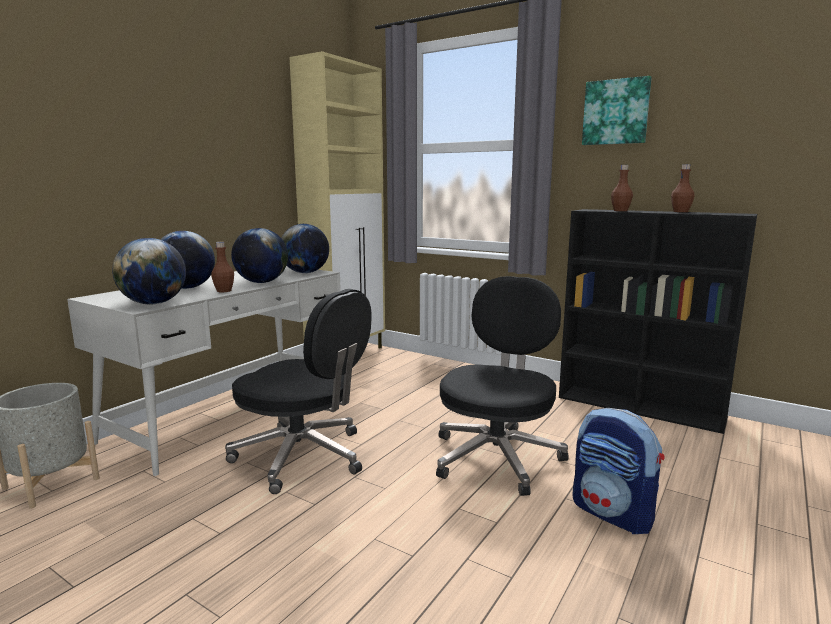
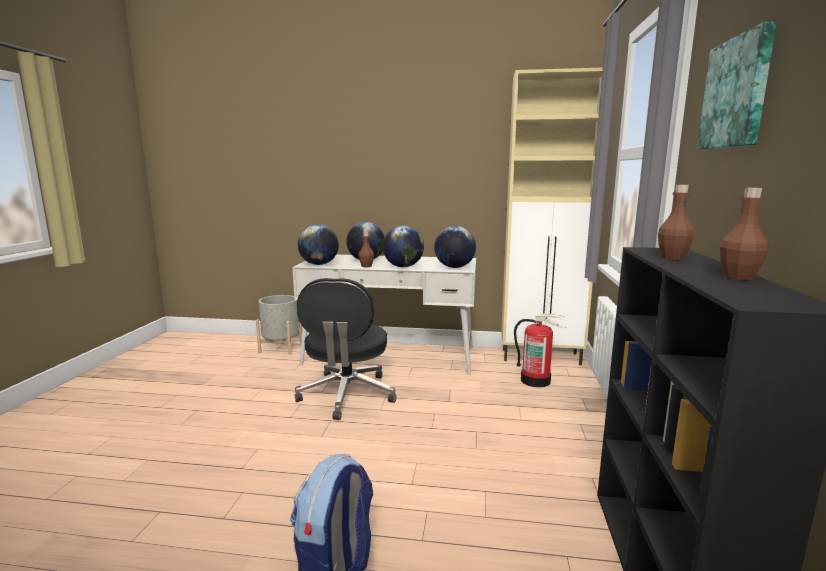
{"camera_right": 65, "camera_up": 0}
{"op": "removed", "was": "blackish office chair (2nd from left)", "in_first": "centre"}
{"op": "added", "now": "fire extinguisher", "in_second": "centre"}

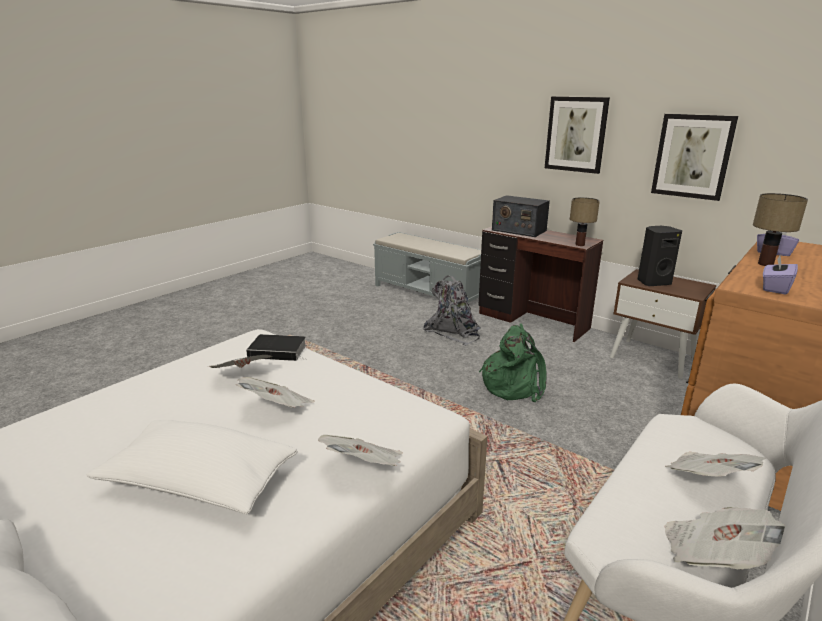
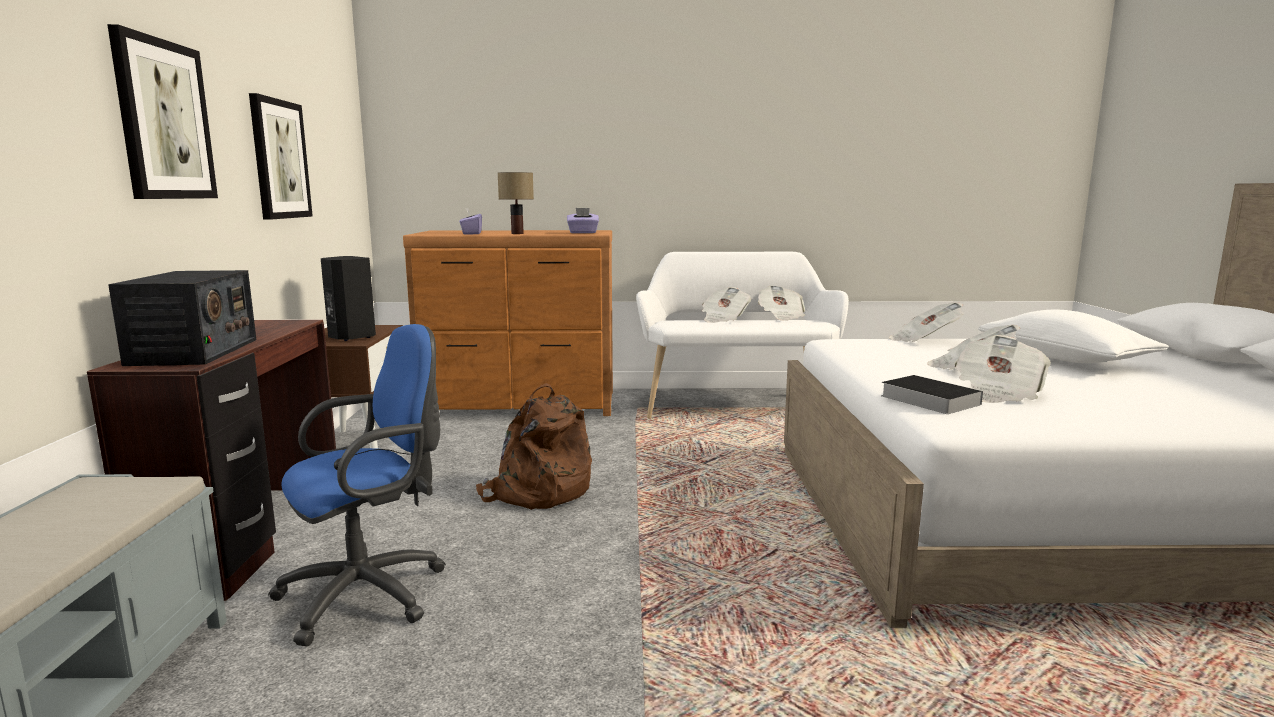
{"camera_right": -130, "camera_up": -10}
{"op": "removed", "was": "table lamp (1st from left)", "in_first": "middle right"}
{"op": "replaced", "was": "grey rucksack", "now": "blue office chair", "in_first": "centre", "in_second": "bottom left"}
{"op": "recoloured", "was": "green rucksack", "now": "brown-coloured rucksack", "in_first": "centre", "in_second": "centre"}

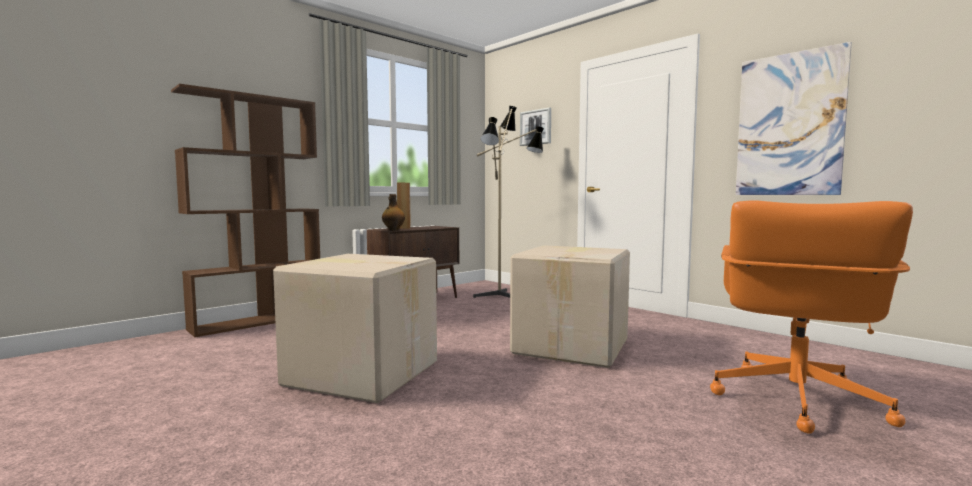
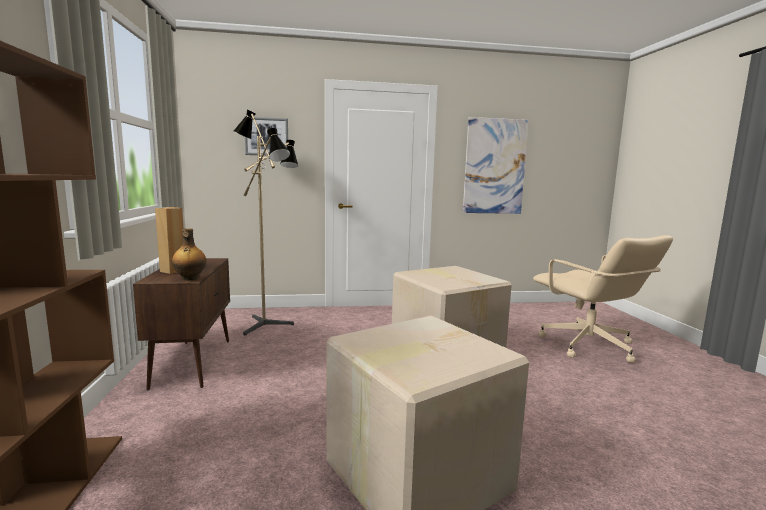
{"camera_right": -55, "camera_up": 5}
{"op": "recoloured", "was": "orange office chair", "now": "sand-coloured office chair", "in_first": "middle right", "in_second": "middle right"}

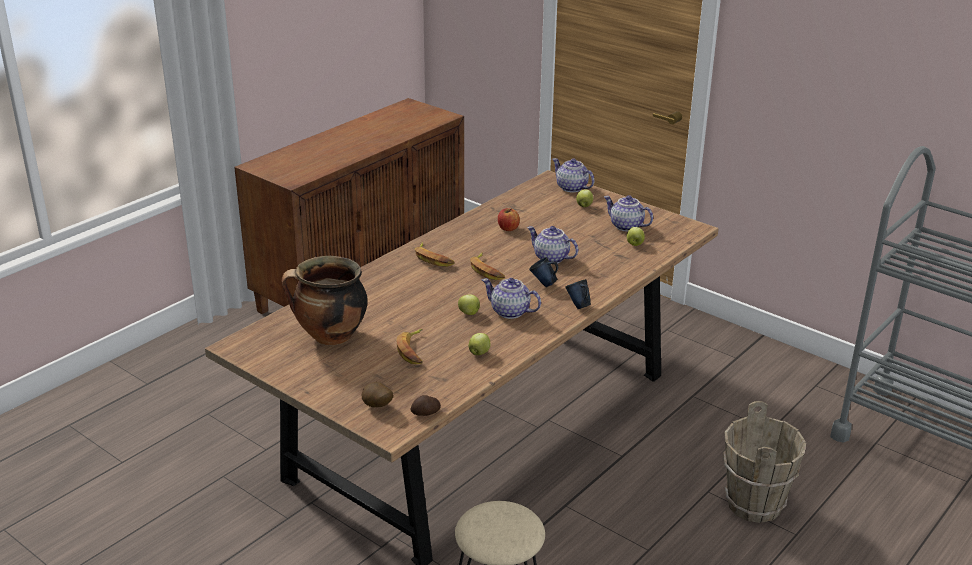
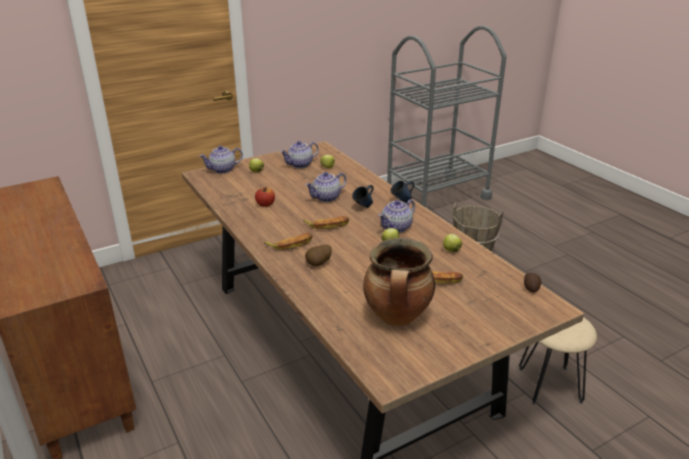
{"camera_right": -70, "camera_up": 0}
{"op": "moved", "was": "potato (1st from left)", "in_first": "bottom centre", "in_second": "centre"}

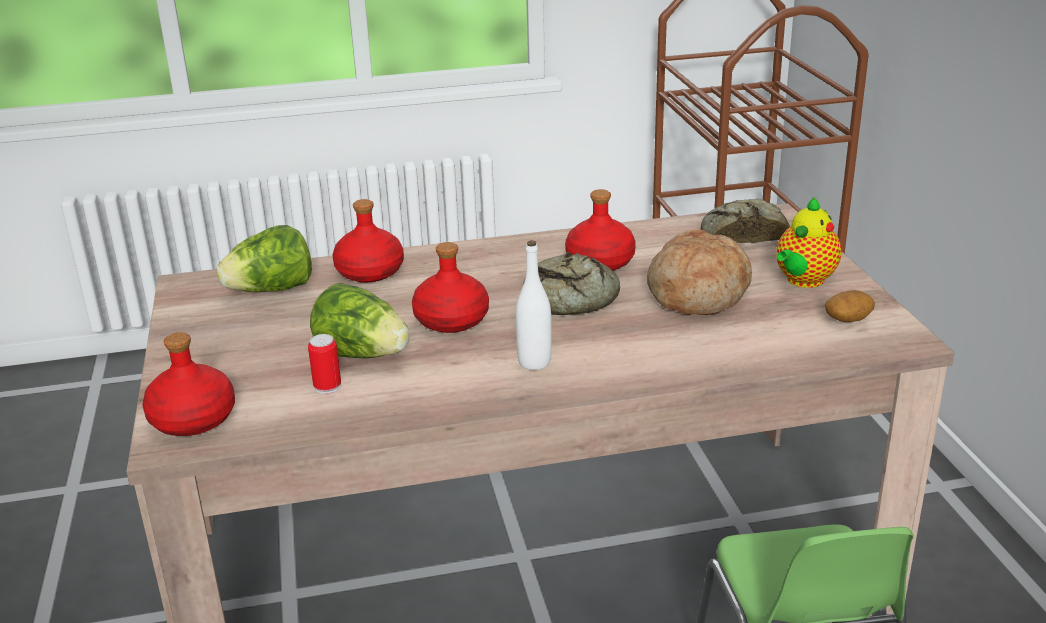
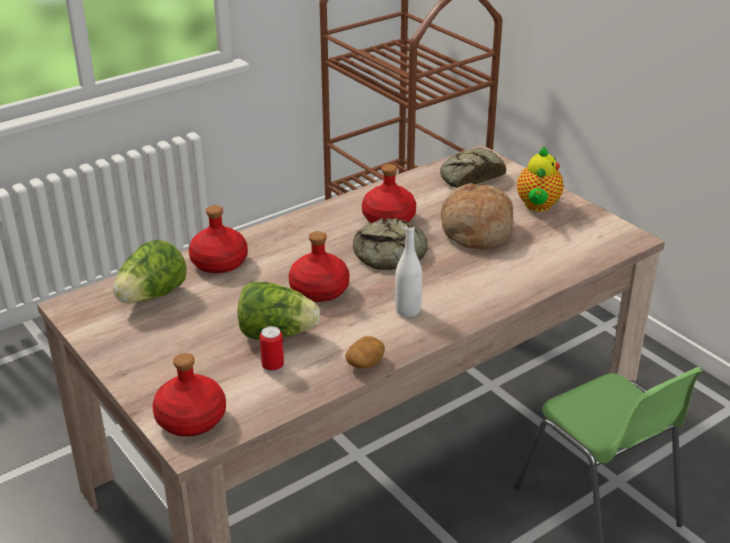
{"camera_right": -25, "camera_up": 5}
{"op": "moved", "was": "potato", "in_first": "middle right", "in_second": "centre"}

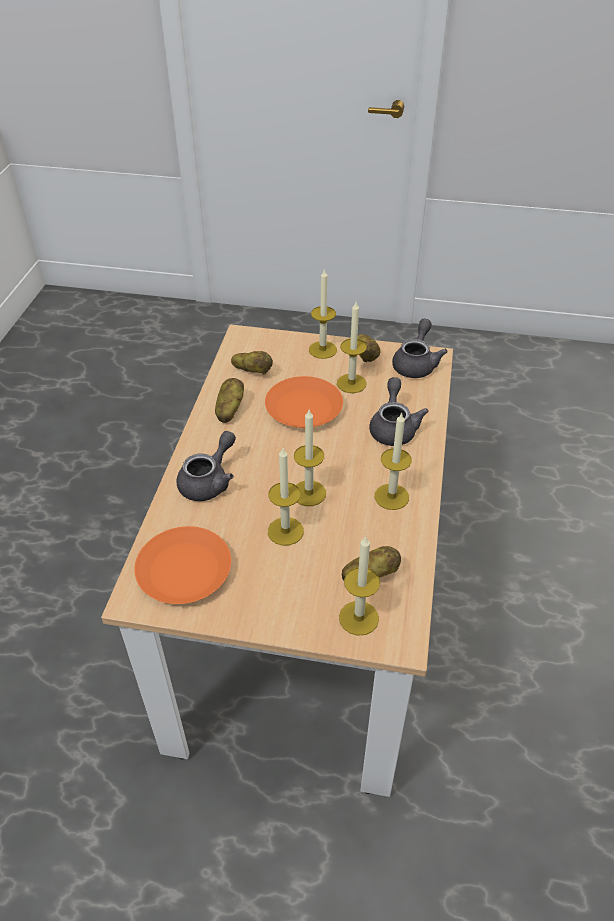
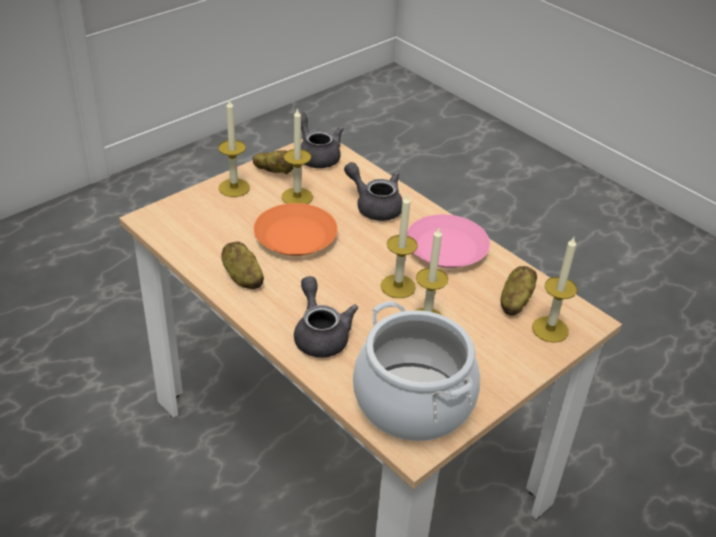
{"camera_right": -55, "camera_up": -5}
{"op": "removed", "was": "potato (2nd from left)", "in_first": "centre"}
{"op": "replaced", "was": "orange dinner plate (1st from left)", "now": "cooking pot", "in_first": "middle left", "in_second": "bottom centre"}
{"op": "replaced", "was": "wax candle (6th from left)", "now": "pink-coloured dinner plate", "in_first": "centre", "in_second": "centre"}

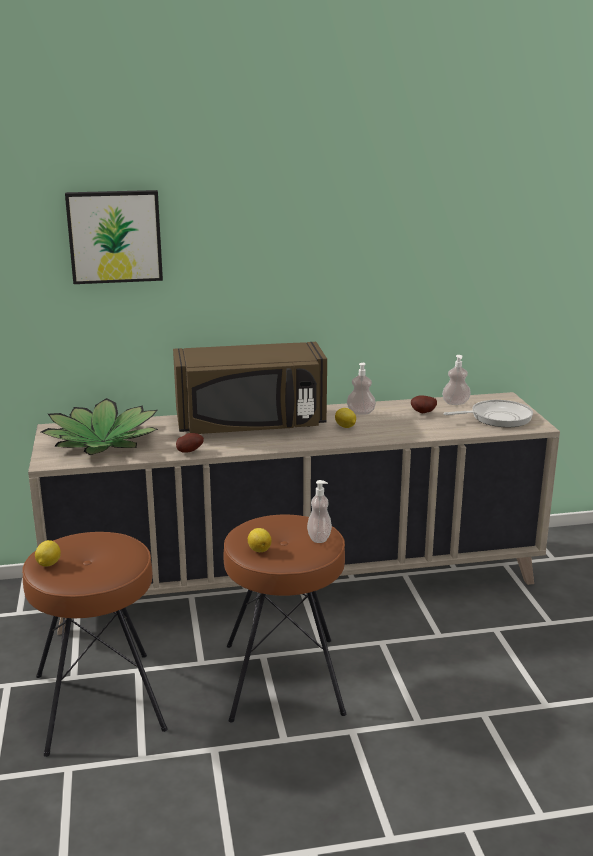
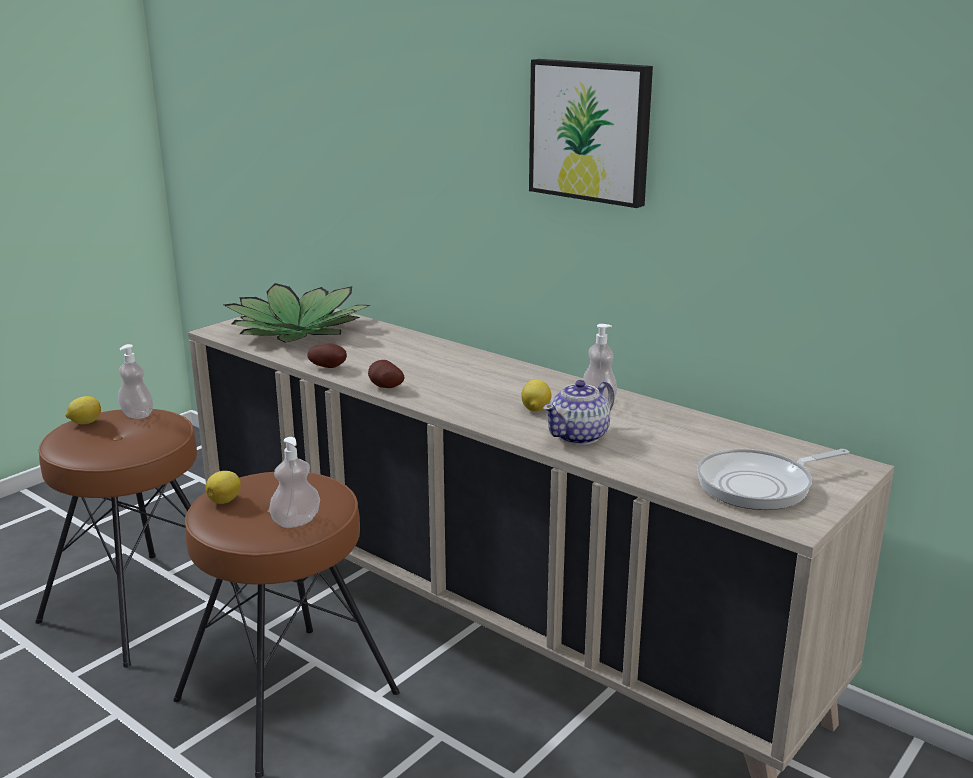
{"camera_right": 50, "camera_up": 0}
{"op": "removed", "was": "brown-coloured microwave oven", "in_first": "centre"}
{"op": "added", "now": "pot for tea", "in_second": "centre"}
{"op": "moved", "was": "wall art", "in_first": "top left", "in_second": "top centre"}
{"op": "moved", "was": "potato (2nd from left)", "in_first": "middle right", "in_second": "centre"}
{"op": "moved", "was": "soap bottle (3rd from left in the first image)", "now": "soap bottle (1st from left)", "in_first": "middle right", "in_second": "middle left"}
{"op": "turned", "was": "frying pan", "in_first": "middle right", "in_second": "middle right", "clockwise": 120}

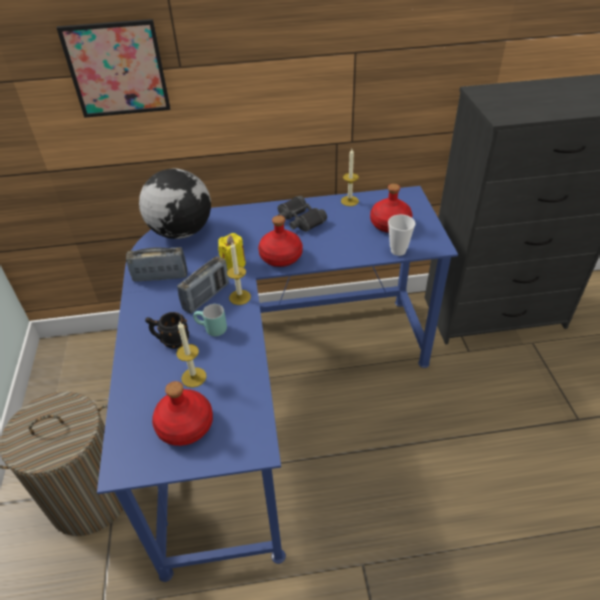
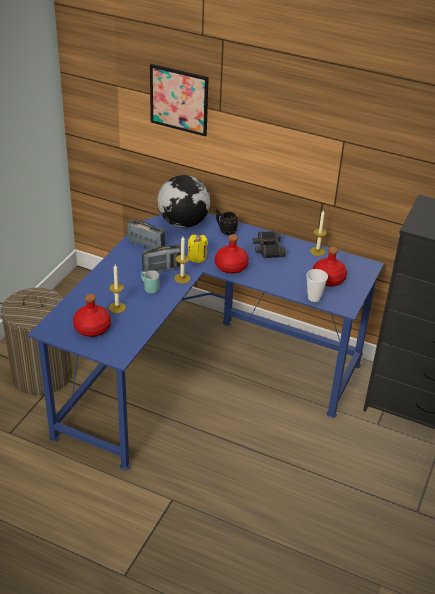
{"camera_right": 30, "camera_up": -5}
{"op": "moved", "was": "blackish coffee mug", "in_first": "middle left", "in_second": "centre"}

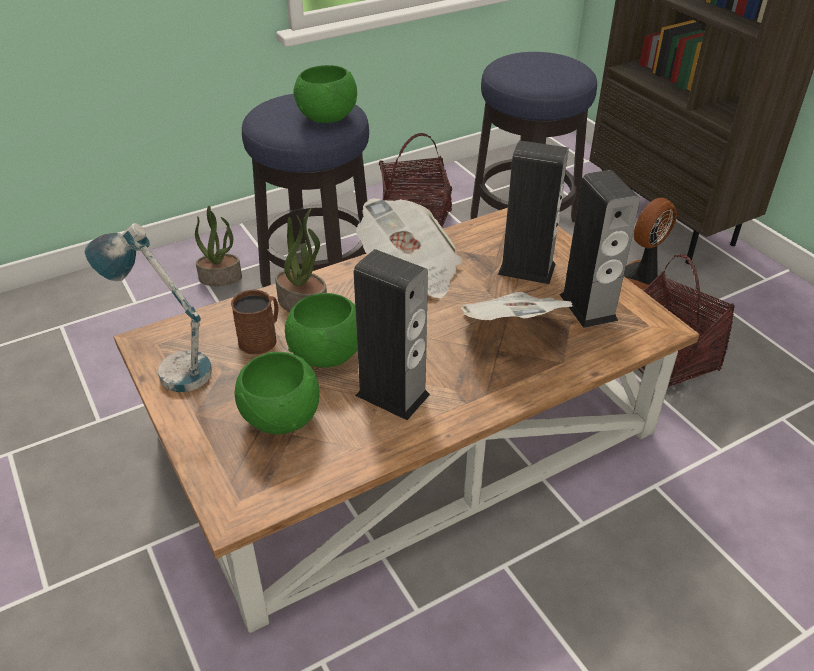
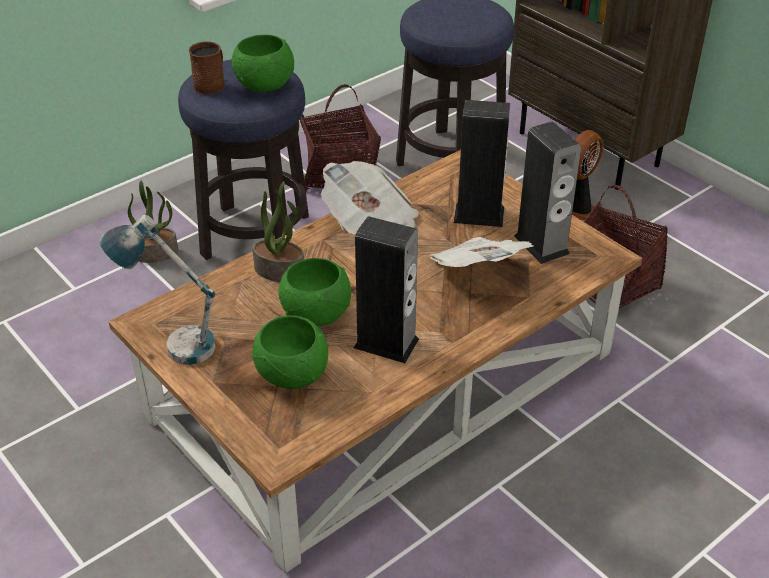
{"camera_right": -10, "camera_up": 0}
{"op": "moved", "was": "brown-coloured coffee mug", "in_first": "middle left", "in_second": "top left"}

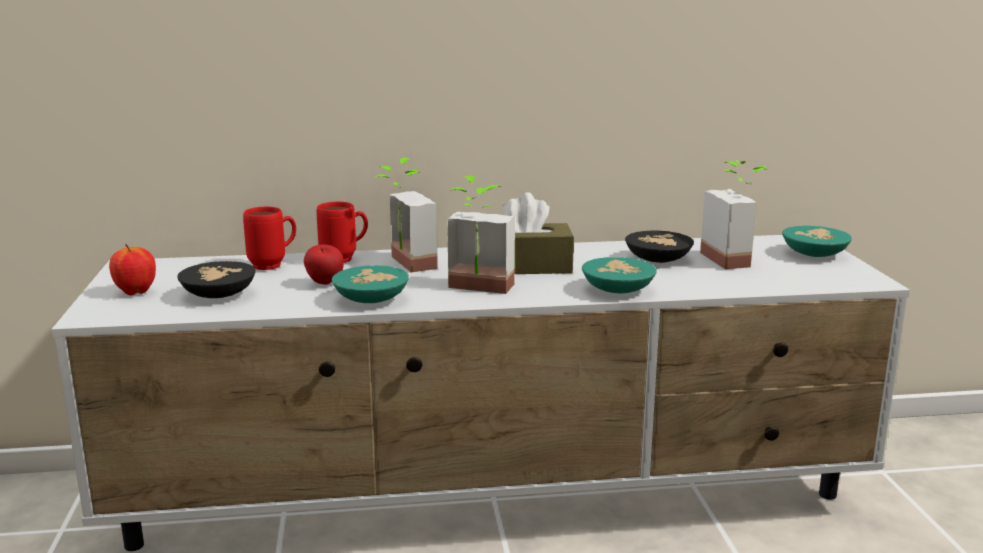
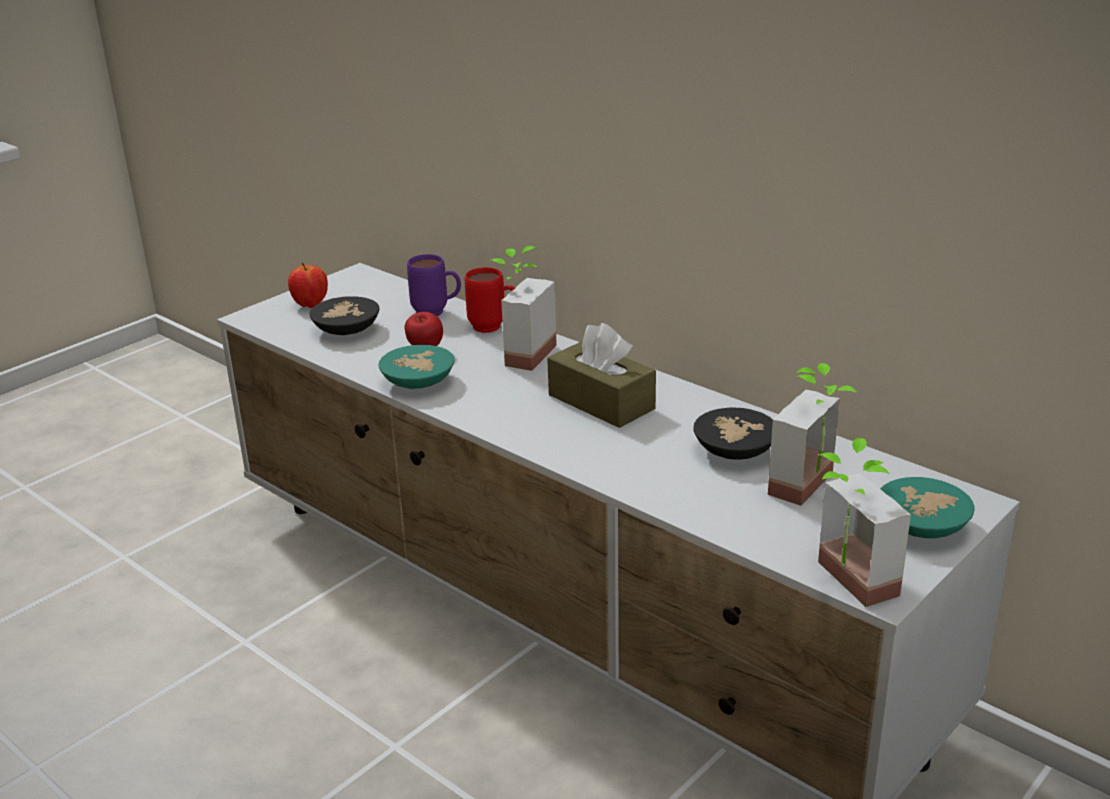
{"camera_right": 50, "camera_up": 10}
{"op": "removed", "was": "blue-green serving bowl (2nd from left)", "in_first": "centre"}
{"op": "moved", "was": "plant in a pot (2nd from left in the first image)", "now": "plant in a pot (3rd from left)", "in_first": "centre", "in_second": "middle right"}
{"op": "recoloured", "was": "reddish coffee mug (1st from left)", "now": "purple coffee mug", "in_first": "middle left", "in_second": "centre"}

